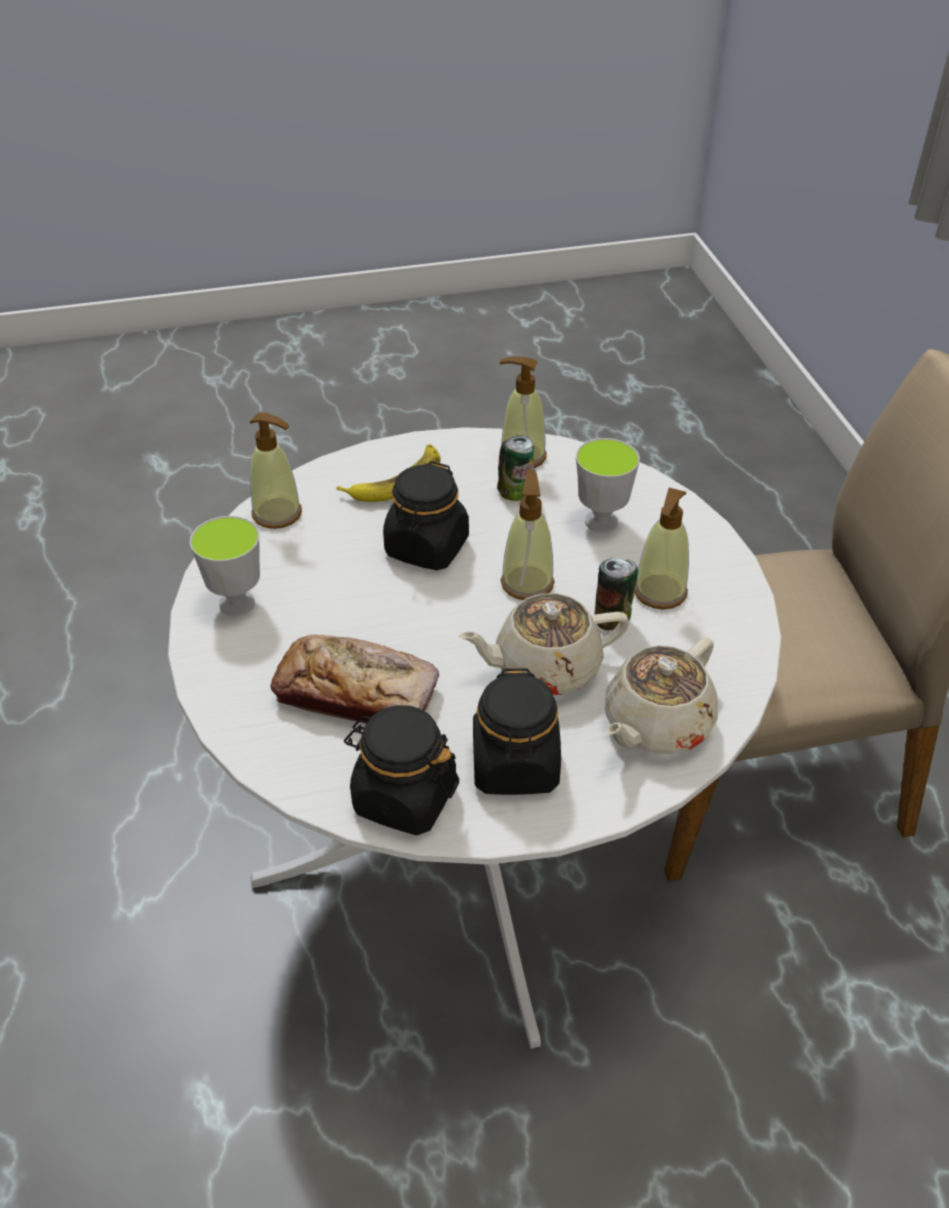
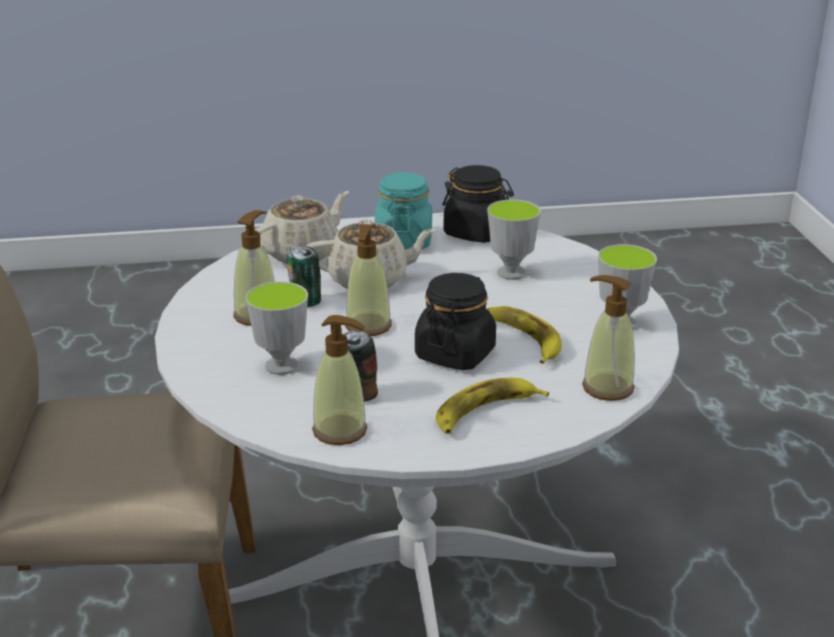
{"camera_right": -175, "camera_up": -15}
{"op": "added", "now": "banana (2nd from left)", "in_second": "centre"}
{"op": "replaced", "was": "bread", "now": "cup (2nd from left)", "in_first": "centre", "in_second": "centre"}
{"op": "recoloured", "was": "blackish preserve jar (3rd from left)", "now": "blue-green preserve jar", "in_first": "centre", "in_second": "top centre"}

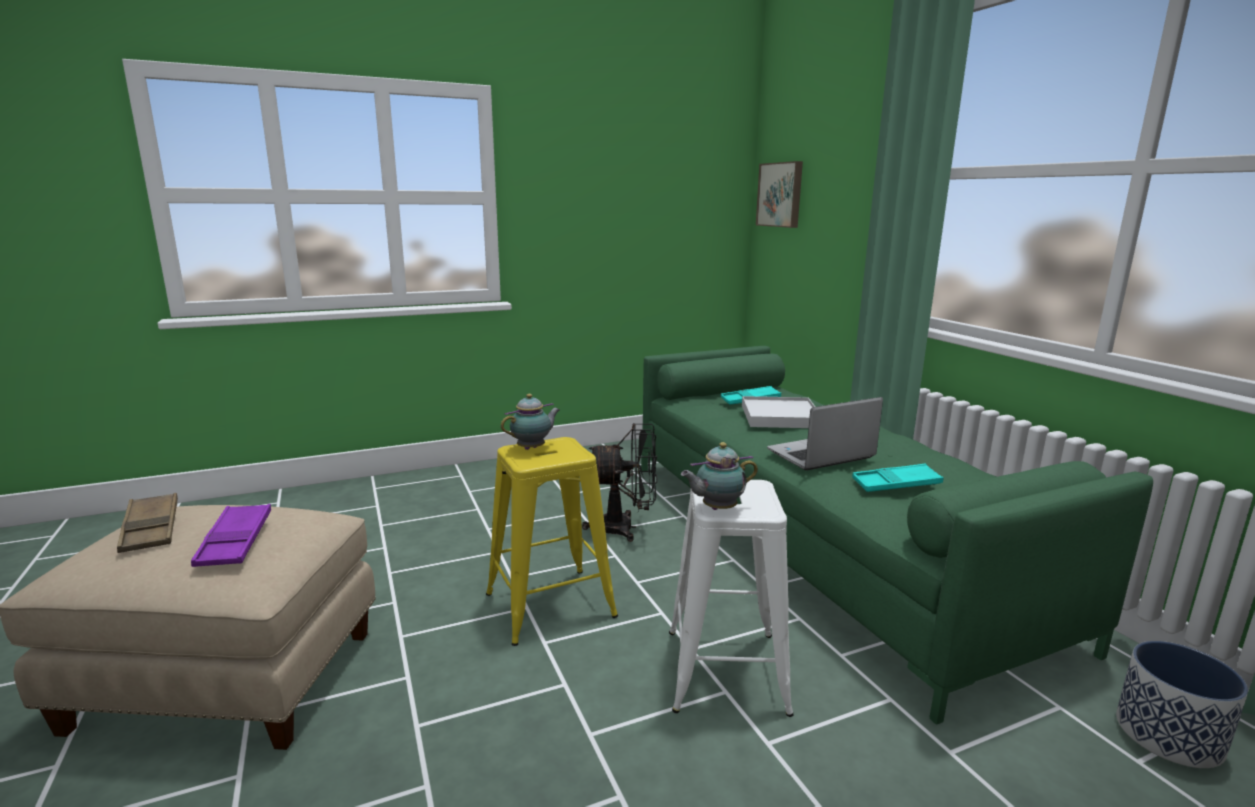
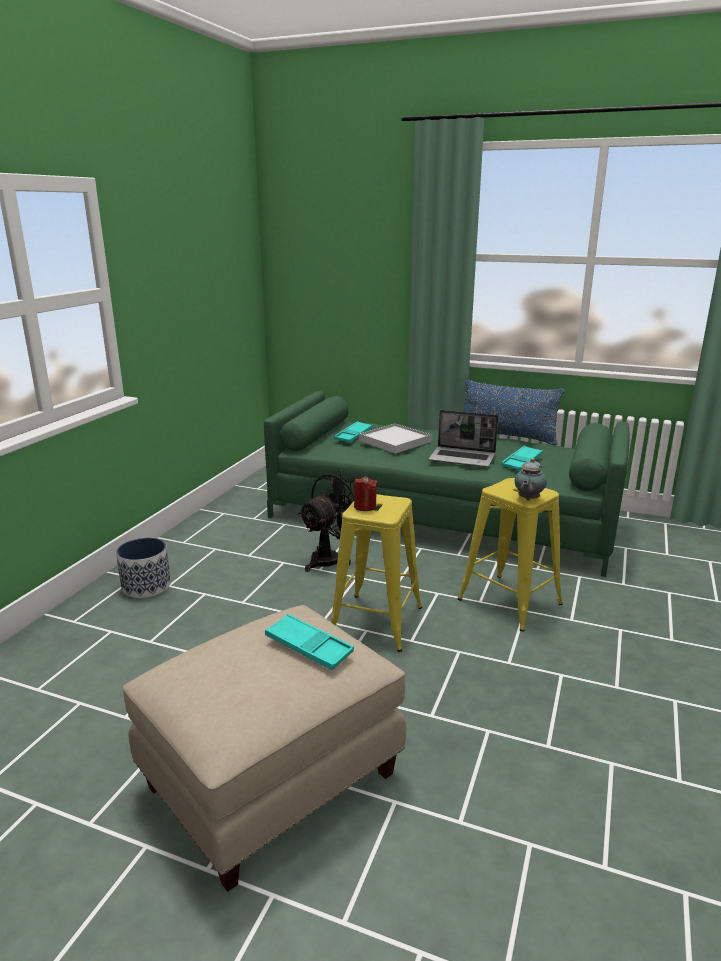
{"camera_right": -45, "camera_up": 5}
{"op": "removed", "was": "brown-coloured carrying tray", "in_first": "middle left"}
{"op": "removed", "was": "wall art", "in_first": "top centre"}
{"op": "added", "now": "blue throw pillow", "in_second": "middle right"}
{"op": "moved", "was": "planter", "in_first": "bottom right", "in_second": "middle left"}
{"op": "replaced", "was": "pot for tea (1st from left)", "now": "reddish wax candle", "in_first": "centre", "in_second": "centre"}
{"op": "recoloured", "was": "purple carrying tray", "now": "blue-green carrying tray (1st from left)", "in_first": "middle left", "in_second": "bottom centre"}
{"op": "recoloured", "was": "white-coloured sitting stool", "now": "yellowish sitting stool (2nd from left)", "in_first": "bottom centre", "in_second": "middle right"}
{"op": "turned", "was": "portable computer", "in_first": "centre", "in_second": "centre", "clockwise": -90}

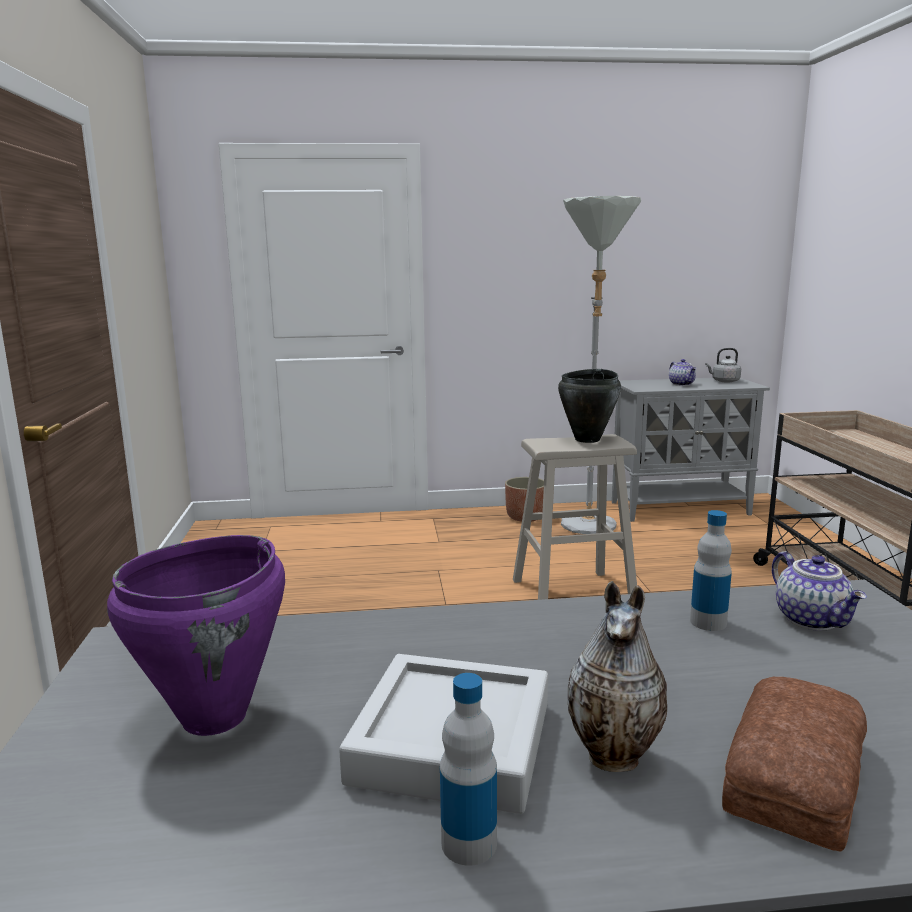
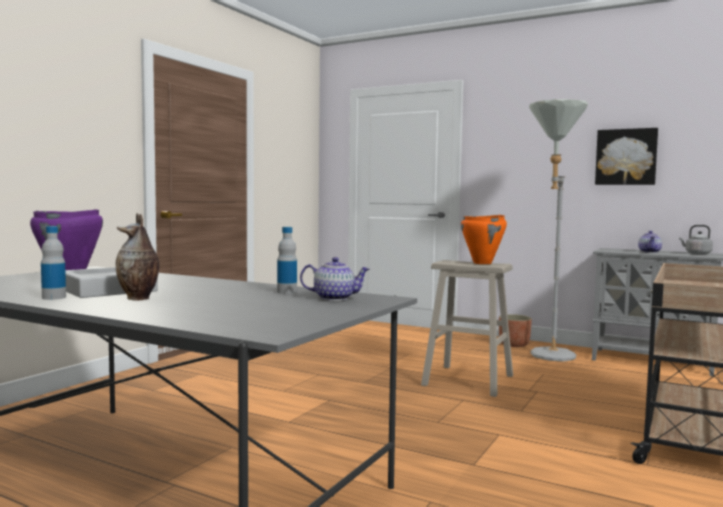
{"camera_right": 35, "camera_up": -10}
{"op": "removed", "was": "bread", "in_first": "bottom right"}
{"op": "added", "now": "wall art", "in_second": "top right"}
{"op": "recoloured", "was": "blackish cooking pot", "now": "orange cooking pot", "in_first": "centre", "in_second": "middle right"}
{"op": "turned", "was": "pot for tea (2nd from left in the first image)", "in_first": "middle right", "in_second": "centre", "clockwise": -105}

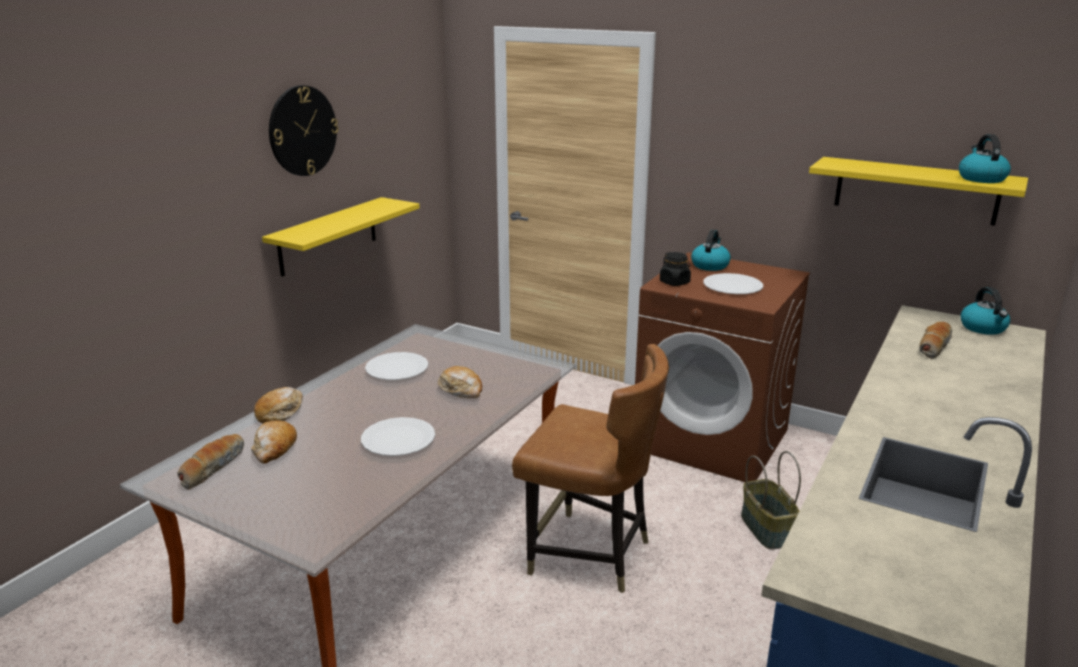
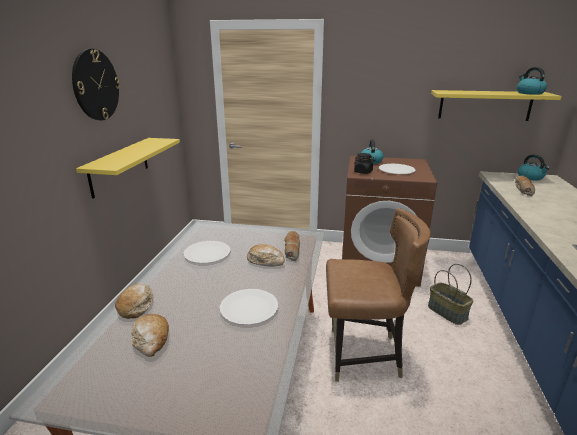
{"camera_right": -20, "camera_up": 0}
{"op": "moved", "was": "bread (1st from left in the first image)", "now": "bread (4th from left)", "in_first": "bottom left", "in_second": "centre"}

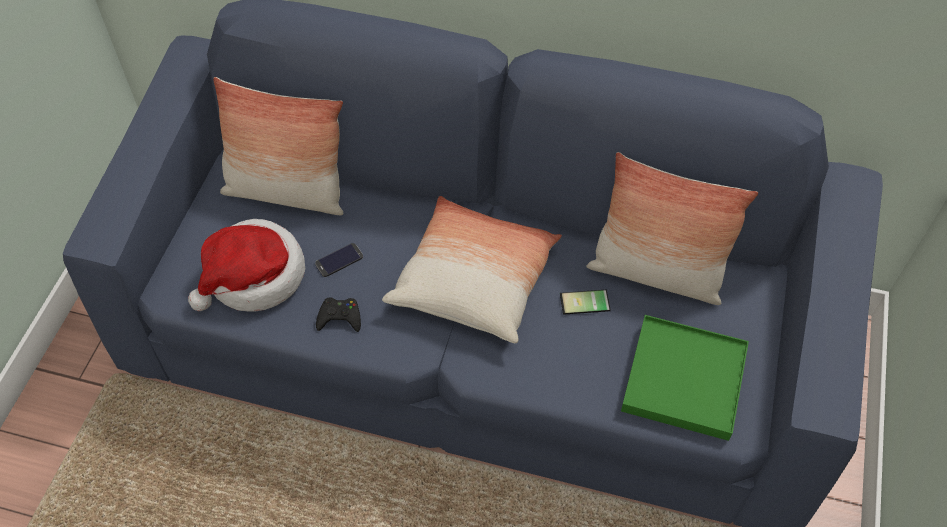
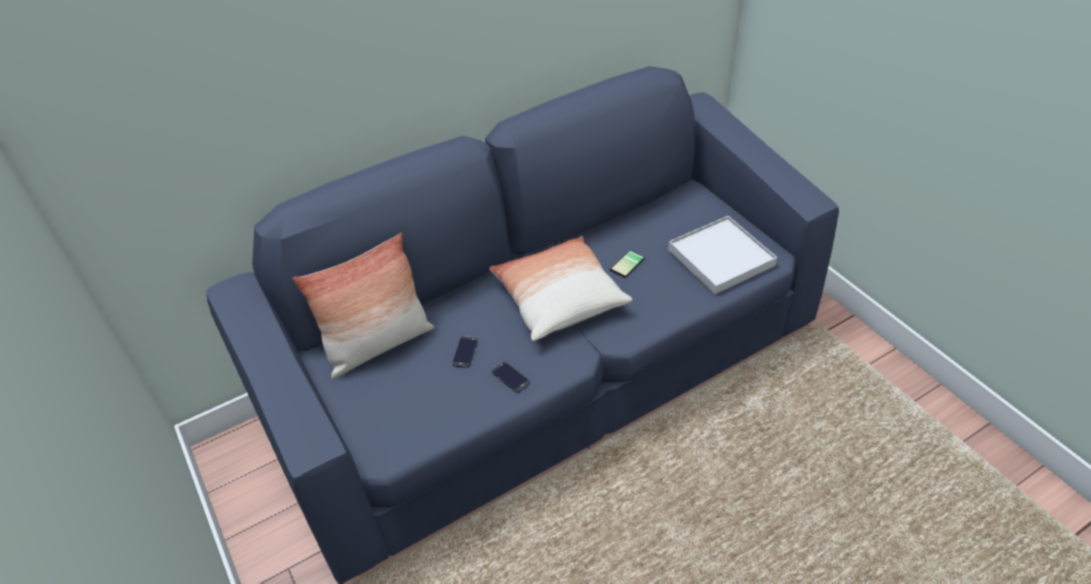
{"camera_right": -45, "camera_up": -10}
{"op": "removed", "was": "clothing hat", "in_first": "middle left"}
{"op": "removed", "was": "throw pillow (3rd from left)", "in_first": "middle right"}
{"op": "replaced", "was": "blackish gamepad", "now": "phone (2nd from left)", "in_first": "centre", "in_second": "centre"}
{"op": "recoloured", "was": "green carrying tray", "now": "white-coloured carrying tray", "in_first": "bottom right", "in_second": "centre"}

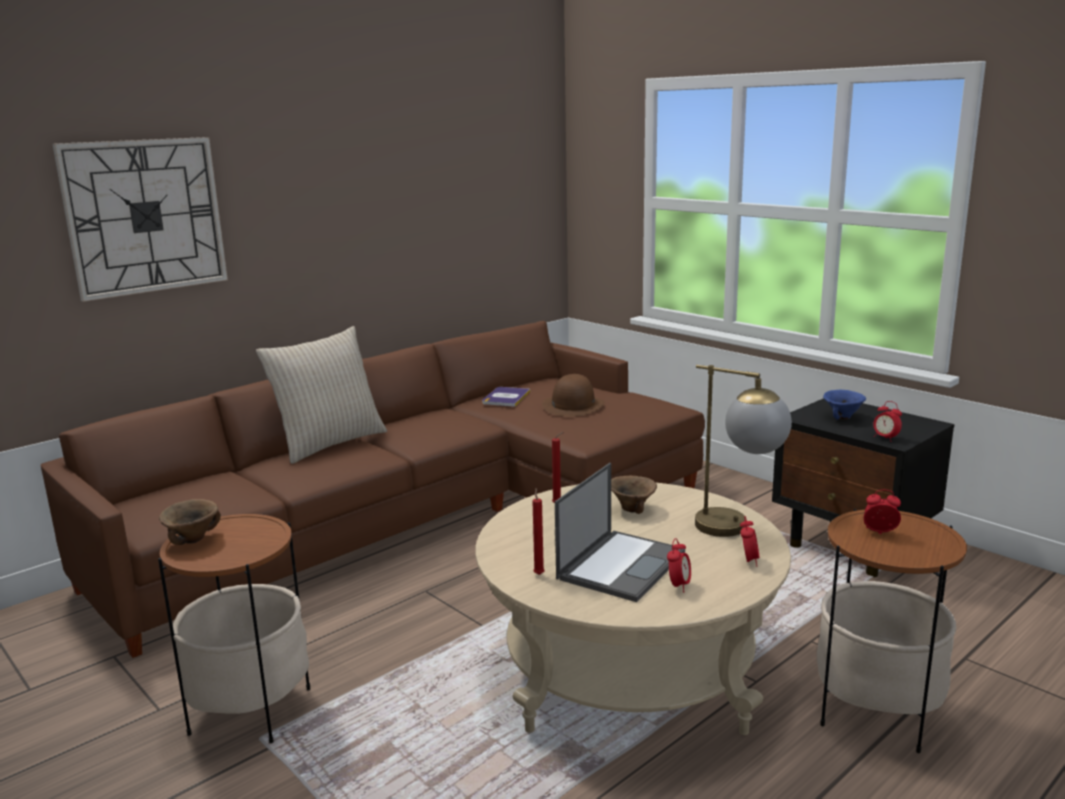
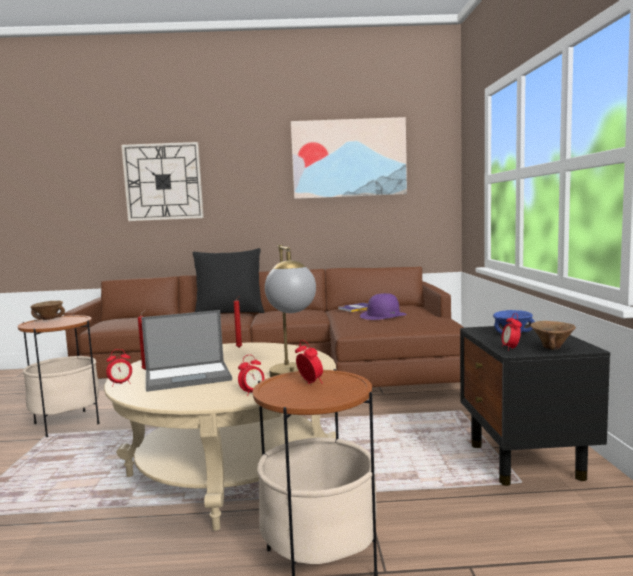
{"camera_right": 40, "camera_up": -10}
{"op": "added", "now": "wall art", "in_second": "top centre"}
{"op": "moved", "was": "brown-coloured serving bowl (2nd from left)", "in_first": "centre", "in_second": "middle right"}
{"op": "moved", "was": "bedside clock (1st from left)", "in_first": "bottom centre", "in_second": "middle left"}
{"op": "recoloured", "was": "sand-coloured throw pillow", "now": "blackish throw pillow", "in_first": "middle left", "in_second": "centre"}
{"op": "recoloured", "was": "brown-coloured clothing hat", "now": "purple clothing hat", "in_first": "centre", "in_second": "centre"}

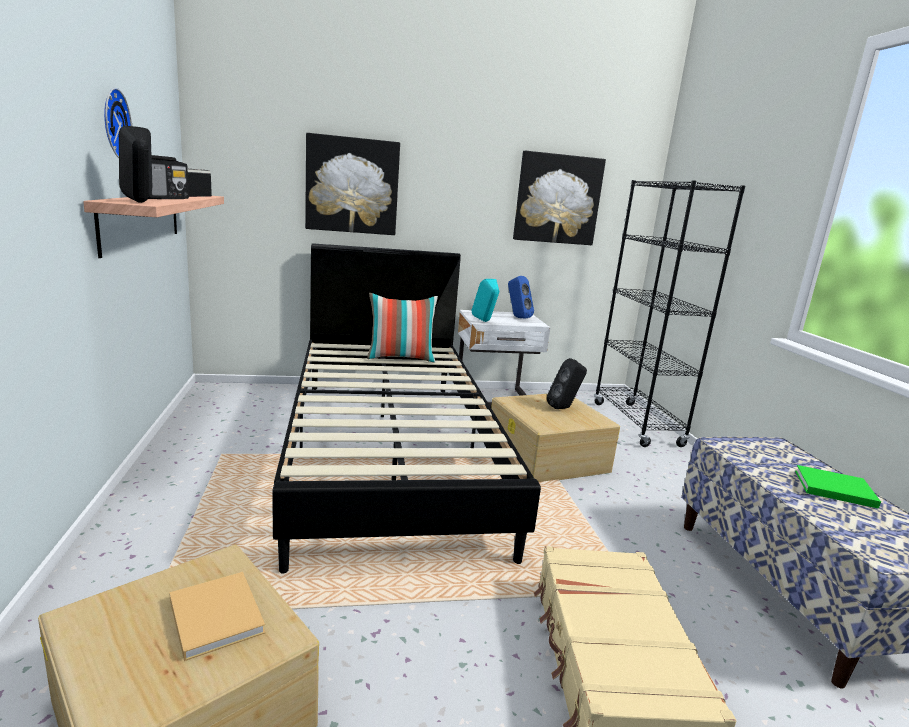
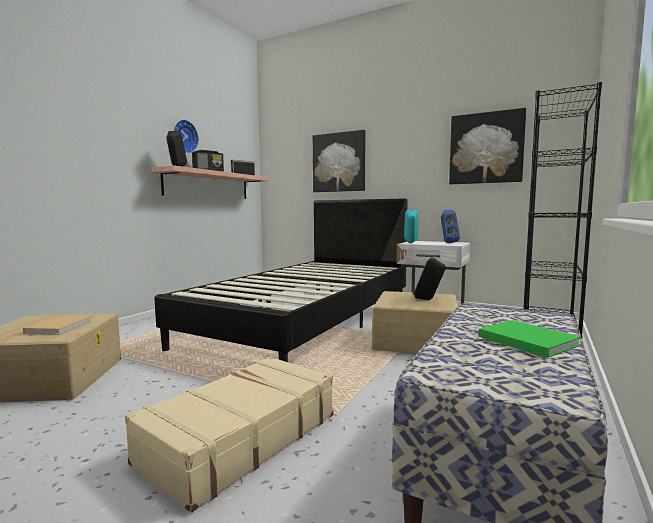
{"camera_right": 40, "camera_up": -10}
{"op": "removed", "was": "throw pillow", "in_first": "centre"}

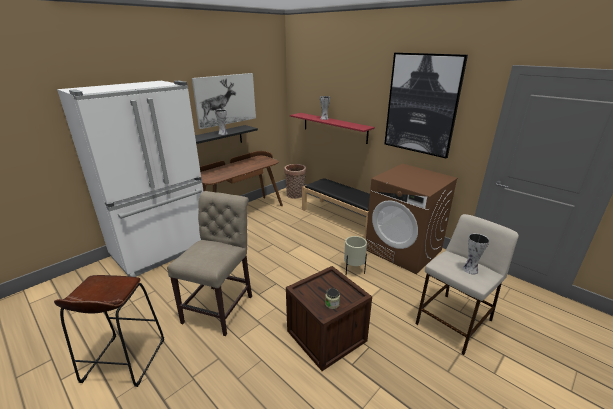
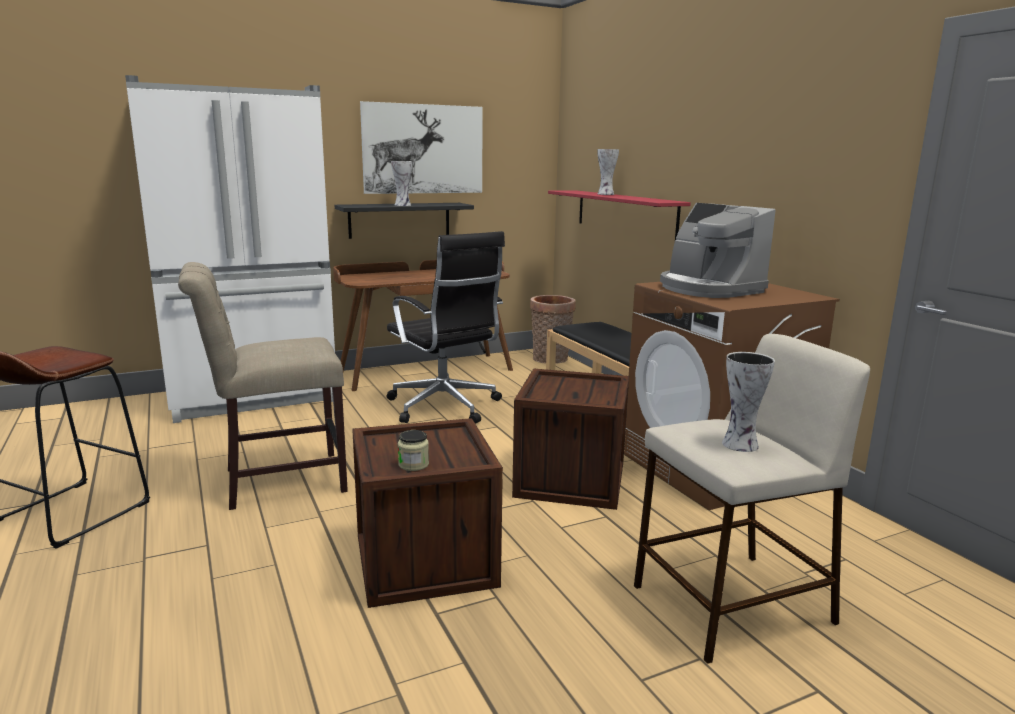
{"camera_right": 20, "camera_up": -10}
{"op": "removed", "was": "wall art (2nd from left)", "in_first": "top right"}
{"op": "added", "now": "blackish office chair", "in_second": "centre"}
{"op": "added", "now": "coffee maker", "in_second": "middle right"}
{"op": "replaced", "was": "sand-coloured planter", "now": "packing crate (2nd from left)", "in_first": "centre", "in_second": "centre"}
{"op": "turned", "was": "sand-coloured chair", "in_first": "centre", "in_second": "middle left", "clockwise": -150}

